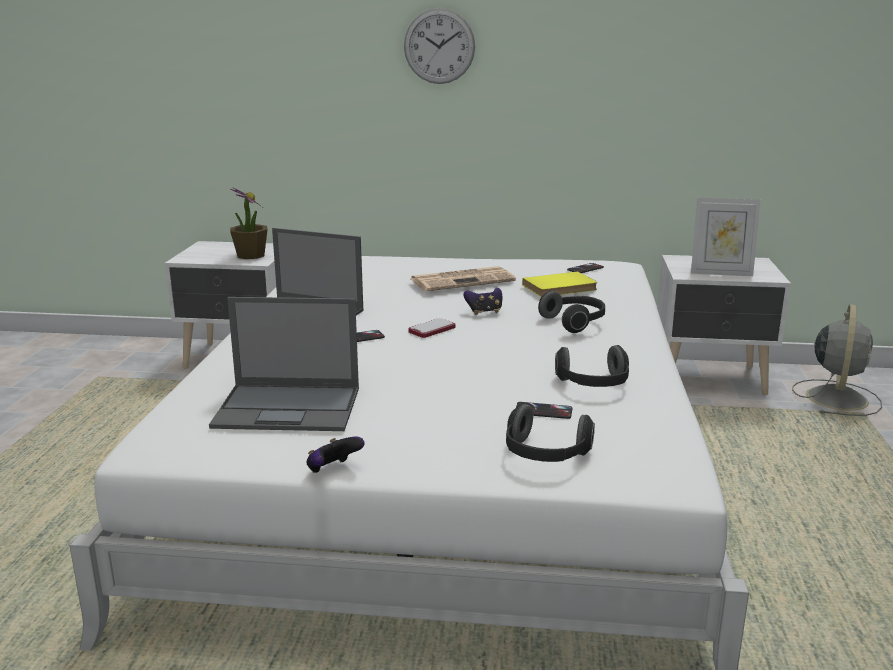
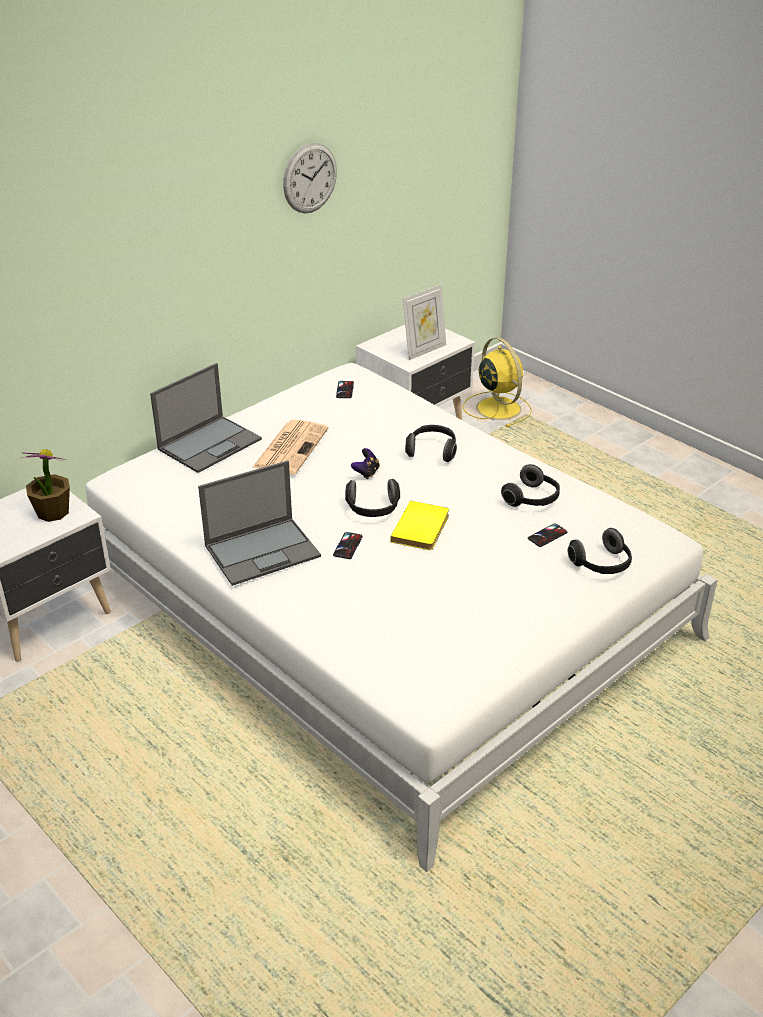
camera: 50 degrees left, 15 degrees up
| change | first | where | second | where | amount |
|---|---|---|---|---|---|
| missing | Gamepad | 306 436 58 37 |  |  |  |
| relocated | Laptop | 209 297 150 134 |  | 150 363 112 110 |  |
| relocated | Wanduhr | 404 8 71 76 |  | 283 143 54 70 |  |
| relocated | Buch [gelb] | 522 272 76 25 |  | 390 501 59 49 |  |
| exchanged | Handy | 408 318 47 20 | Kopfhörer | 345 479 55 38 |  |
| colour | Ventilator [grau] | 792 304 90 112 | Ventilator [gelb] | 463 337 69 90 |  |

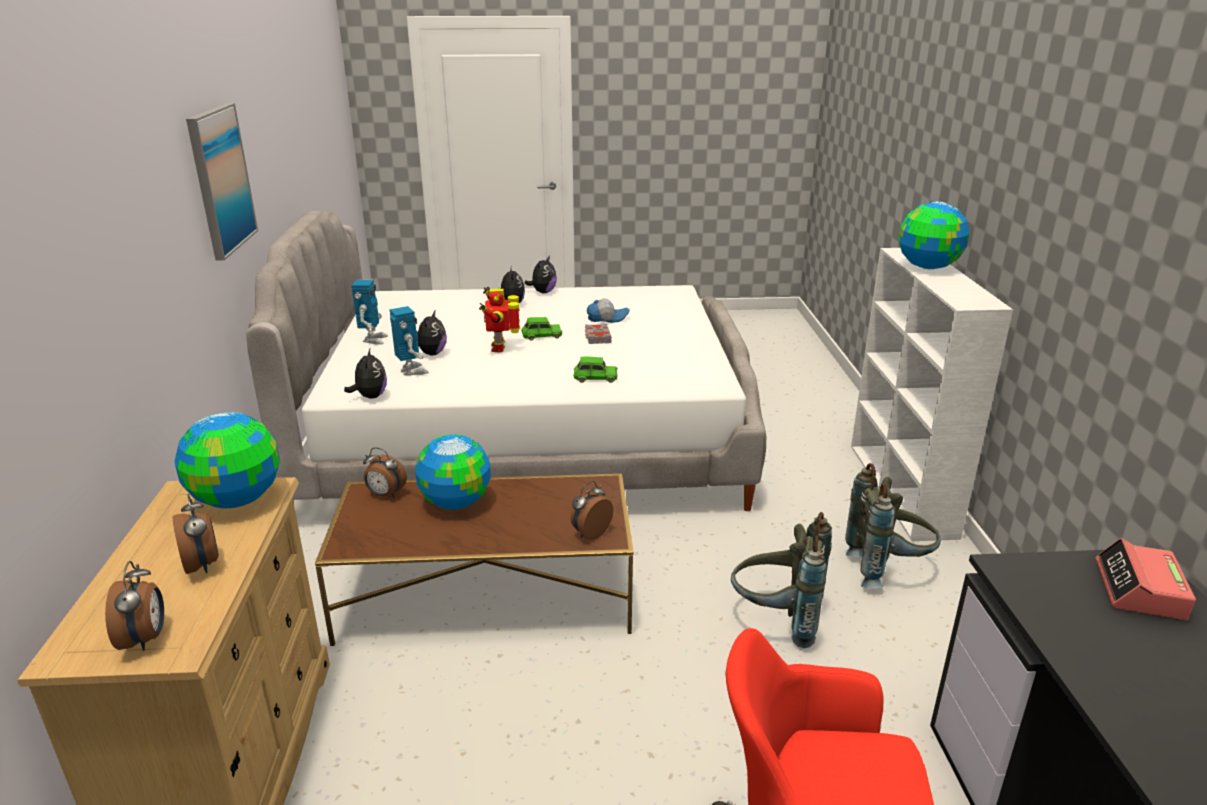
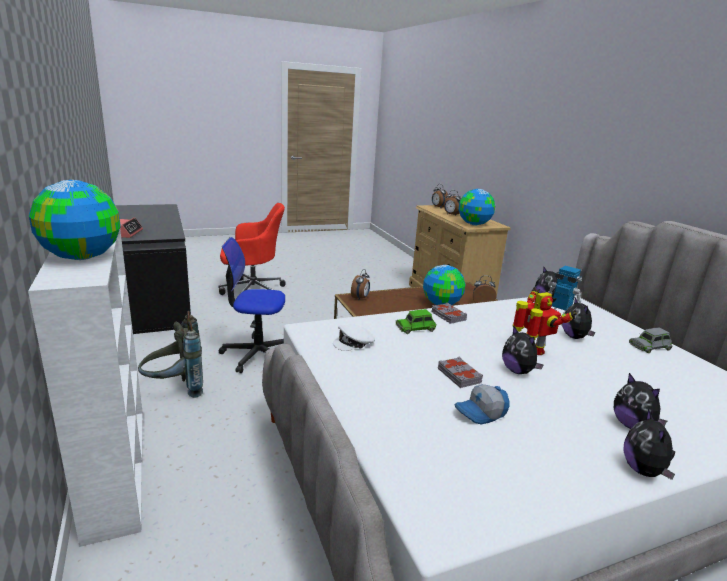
camera: 160 degrees right, 5 degrees down
| change | first | where | second | where | amount |
|---|---|---|---|---|---|
| missing | Bild | 186 103 72 157 |  |  |  |
| appeared |  |  | Kappe [weiß] | 333 325 42 26 |  |
| appeared |  |  | Buch [grau] | 431 303 36 21 |  |
| exchanged | Spielzeugroboter | 351 280 37 65 | Spielzeugauto [grau] | 629 328 44 25 |  |
| exchanged | Spielzeugauto [grün] | 521 317 41 24 | Plüschtier | 502 325 41 49 |  |
| exchanged | Rucksack [grau] | 731 512 101 136 | Bürostuhl | 219 237 66 136 |  |

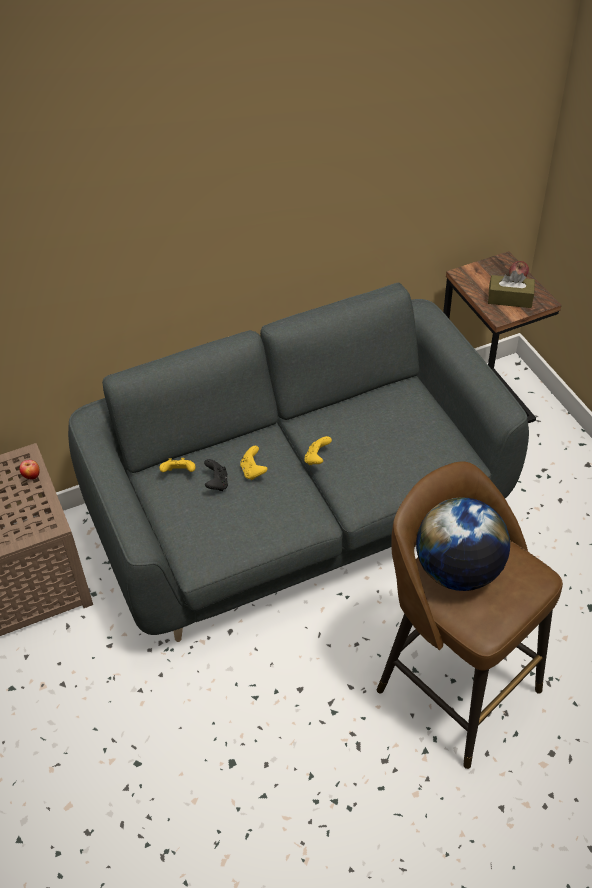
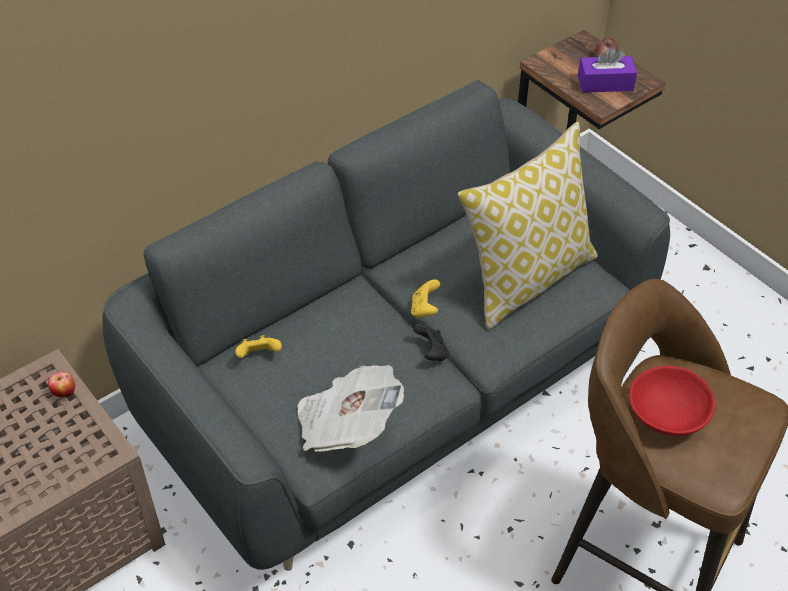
camera: 15 degrees left, 0 degrees up
| change | first | where | second | where | amount |
|---|---|---|---|---|---|
| missing | Gamepad [gelb] | 240 446 27 34 |  |  |  |
| appeared |  |  | Zeitung | 297 365 107 87 |  |
| appeared |  |  | Kissen | 458 122 140 208 |  |
| relocated | Gamepad [schwarz] | 204 459 24 32 |  | 413 324 36 37 |  |
| exchanged | Globus | 416 497 94 94 | Schüssel [rot] | 629 366 86 70 |  |
| colour | Taschentuchbox [braun] | 488 271 47 37 | Taschentuchbox [lila] | 578 48 59 45 |  |

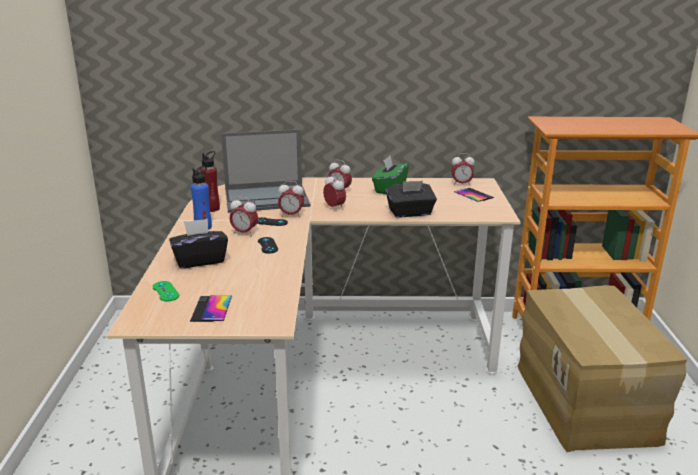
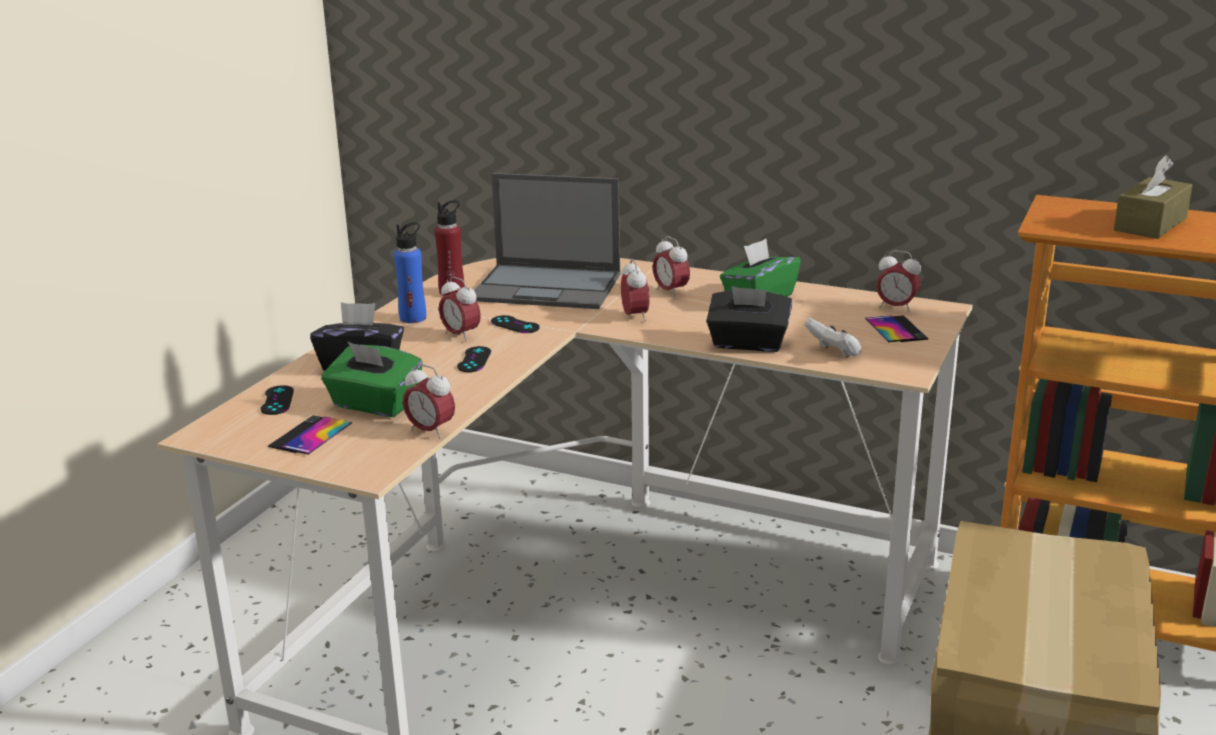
camera: 25 degrees right, 0 degrees up
| change | first | where | second | where | amount |
|---|---|---|---|---|---|
| appeared |  |  | Taschentuchbox [grün] | 321 341 102 76 |  |
| appeared |  |  | Gamepad [weiß] | 805 318 57 39 |  |
| appeared |  |  | Taschentuchbox [braun] | 1114 155 79 84 |  |
| relocated | Wecker | 278 181 26 36 |  | 403 364 52 75 |  |
| colour | Gamepad [grün] | 152 281 27 20 | Gamepad [schwarz] | 261 385 33 30 |  |

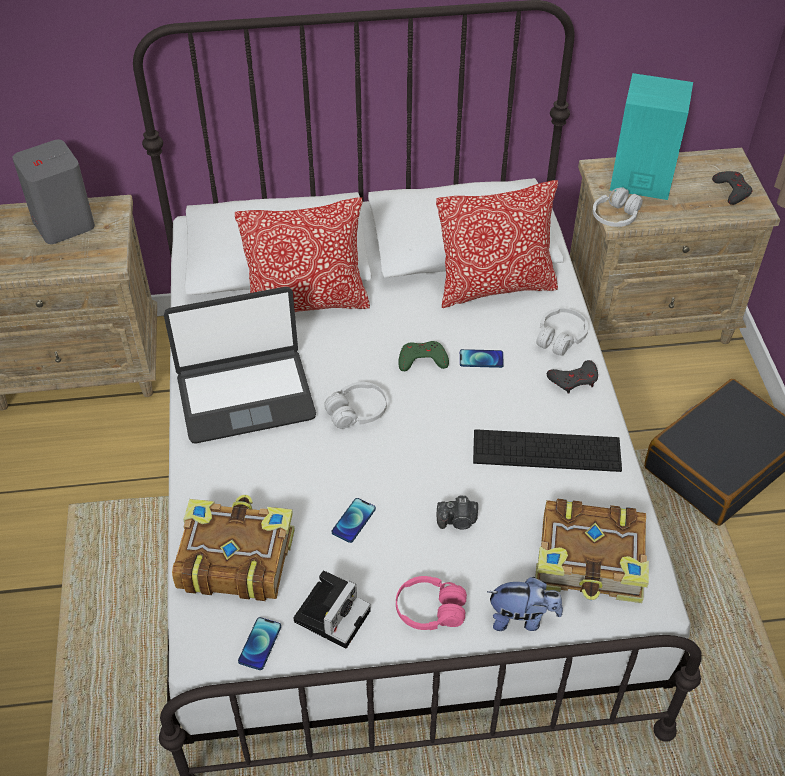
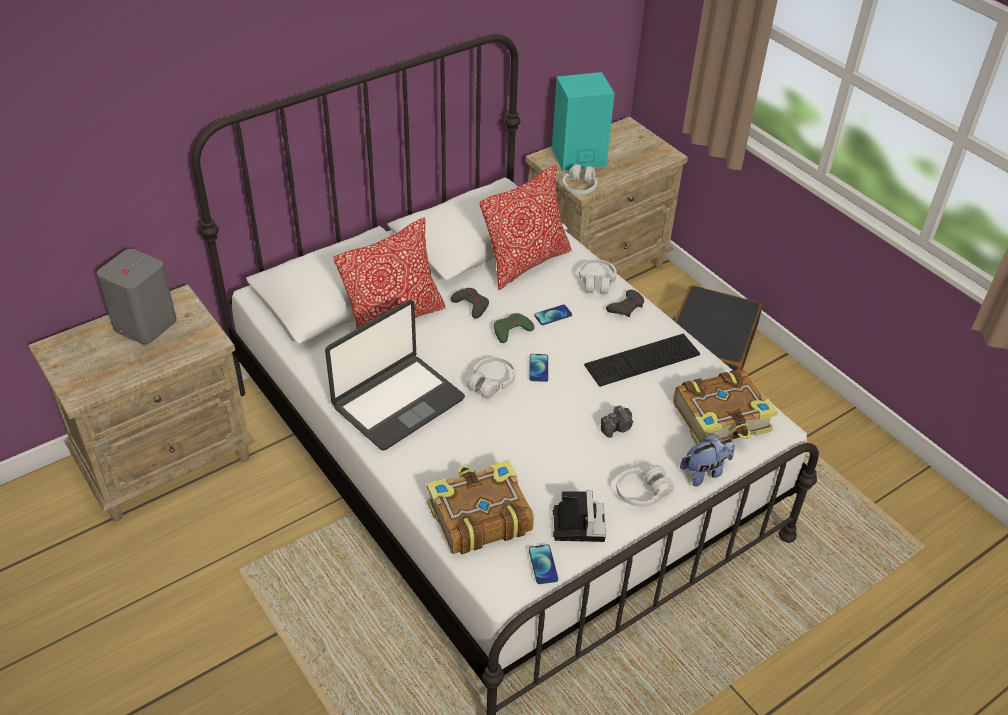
camera: 30 degrees left, 5 degrees down
| change | first | where | second | where | amount |
|---|---|---|---|---|---|
| relocated | Handy | 332 498 44 45 |  | 529 354 19 28 |  |
| relocated | Gamepad [grau] | 712 171 40 34 |  | 451 288 38 31 |  |
| colour | Kopfhörer [rosa] | 396 576 71 54 | Kopfhörer [weiß] | 616 465 58 42 |  |

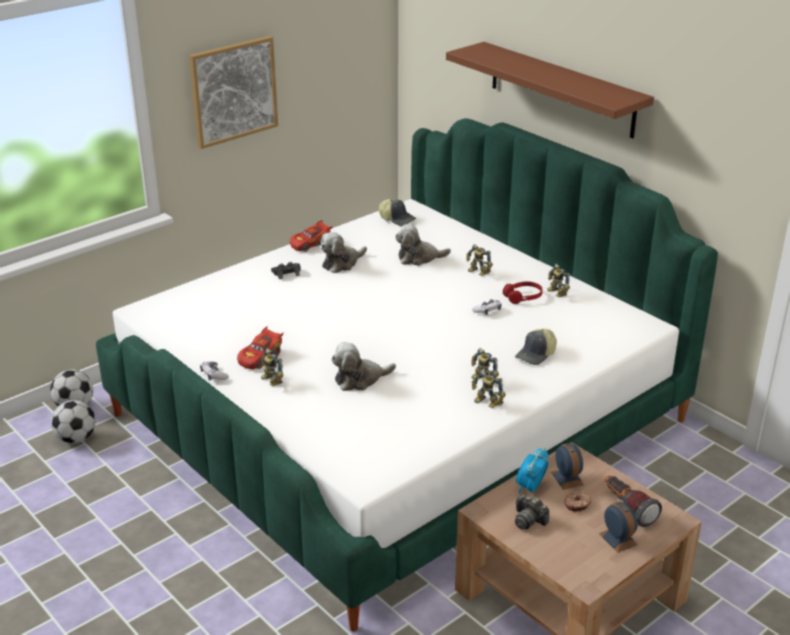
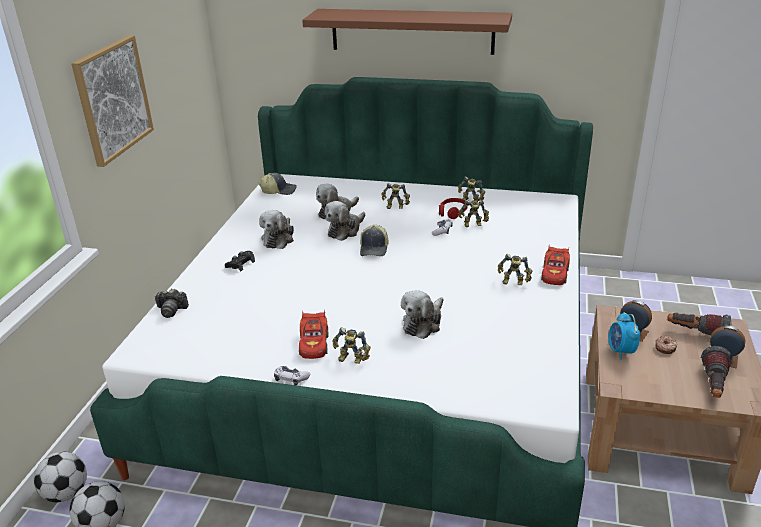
camera: 35 degrees left, 0 degrees up
| change | first | where | second | where | amount |
|---|---|---|---|---|---|
| appeared |  |  | Plüschtier | 325 201 40 40 |  |
| appeared |  |  | Taschenlampe | 701 346 32 52 |  |
| relocated | Spielzeugauto [rot] | 290 220 43 32 |  | 541 244 29 41 |  |
| relocated | Spielzeugroboter | 472 370 34 38 |  | 459 200 30 27 |  |
| relocated | Kappe | 515 329 42 36 |  | 360 225 28 31 |  |
| relocated | Kamera | 515 494 34 36 |  | 155 289 34 29 |  |

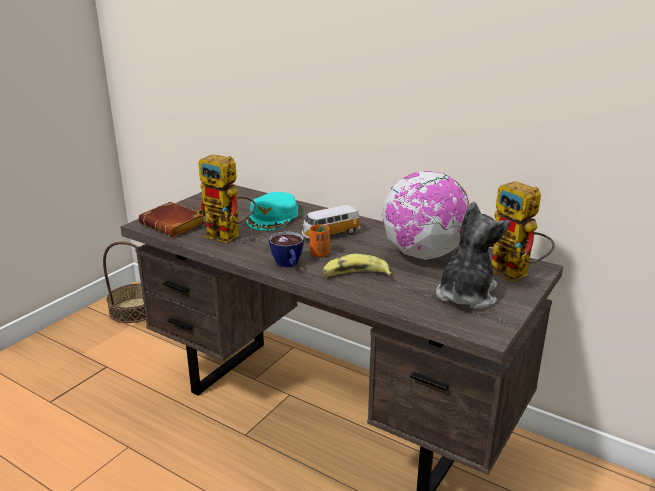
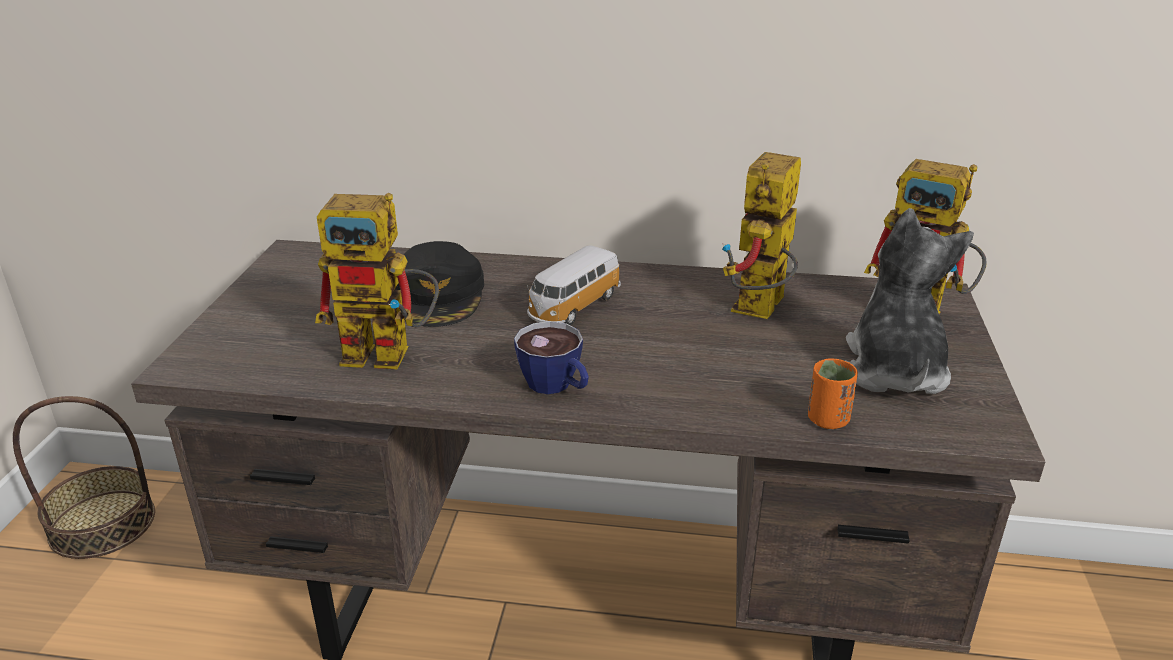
camera: 25 degrees left, 5 degrees up
| change | first | where | second | where | amount |
|---|---|---|---|---|---|
| missing | Buch [braun] | 138 202 68 35 |  |  |  |
| missing | Banane | 323 254 69 22 |  |  |  |
| relocated | Tasse [orange] | 310 224 20 33 |  | 808 358 50 71 |  |
| exchanged | Globus | 382 171 88 89 | Spielzeugroboter | 722 152 79 167 |  |
| colour | Kappe [türkis] | 247 192 51 39 | Kappe [schwarz] | 395 241 89 86 |  |

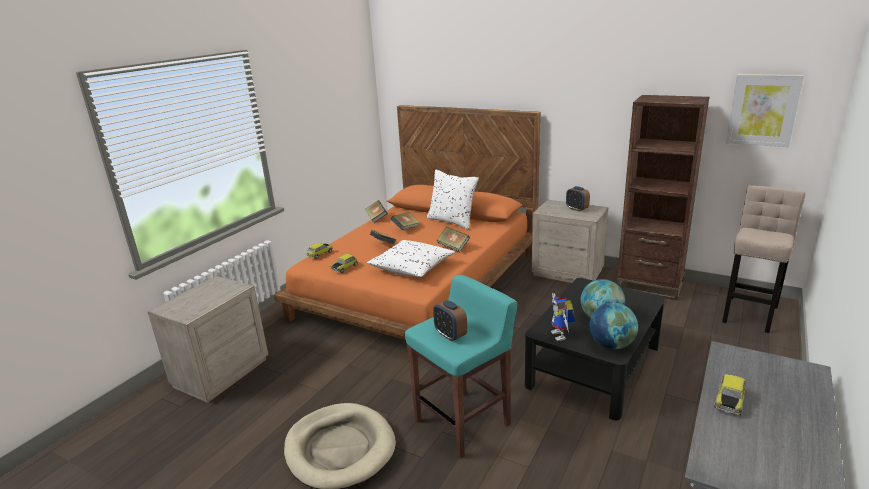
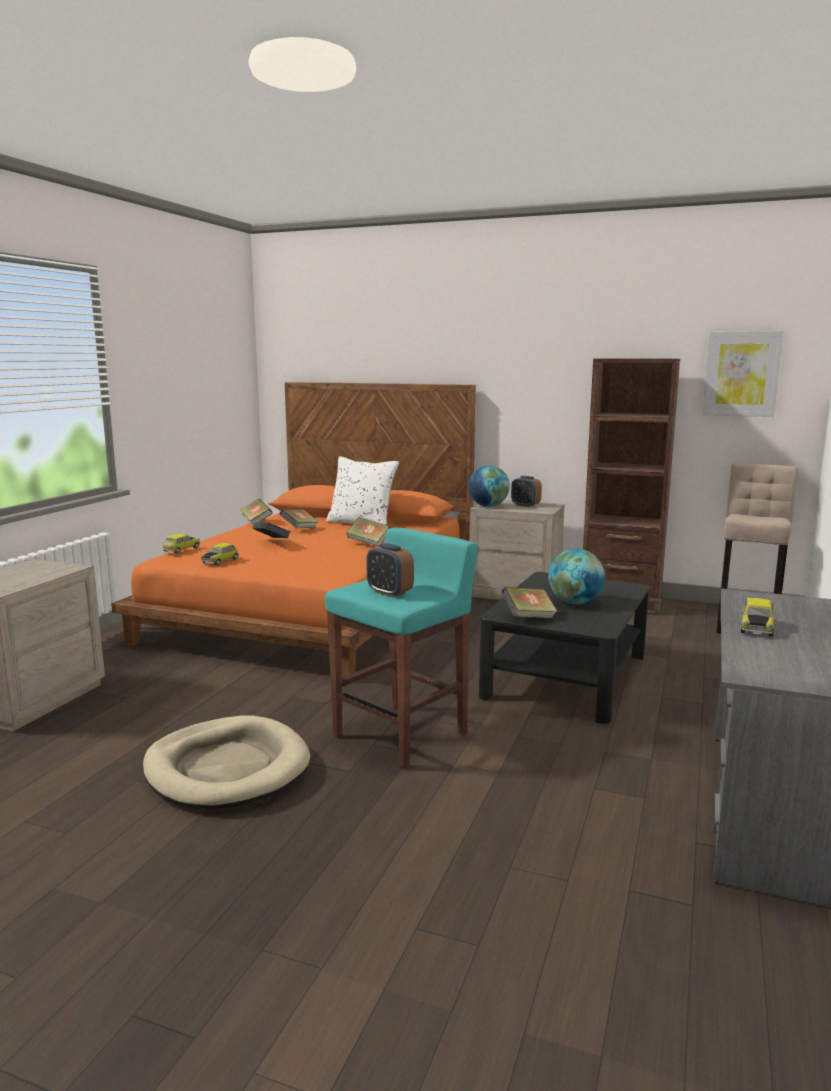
camera: 10 degrees left, 10 degrees down
| change | first | where | second | where | amount |
|---|---|---|---|---|---|
| missing | Kissen [weiß] | 367 240 88 37 |  |  |  |
| relocated | Globus | 590 302 48 47 |  | 468 466 42 41 |  |
| exchanged | Spielzeugroboter | 551 293 25 48 | Buch | 501 587 57 32 |  |

